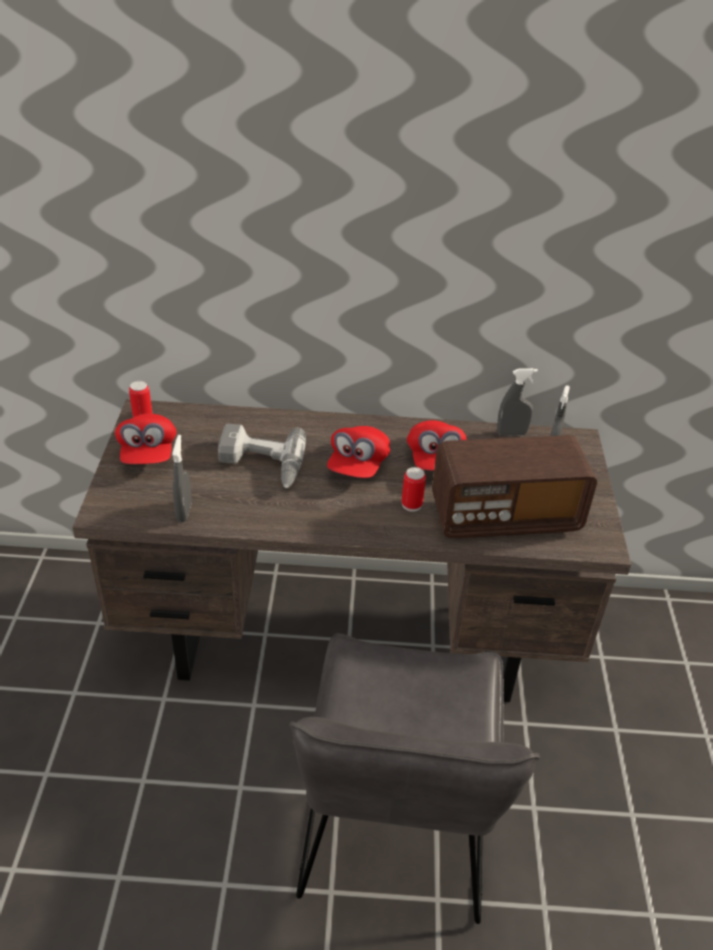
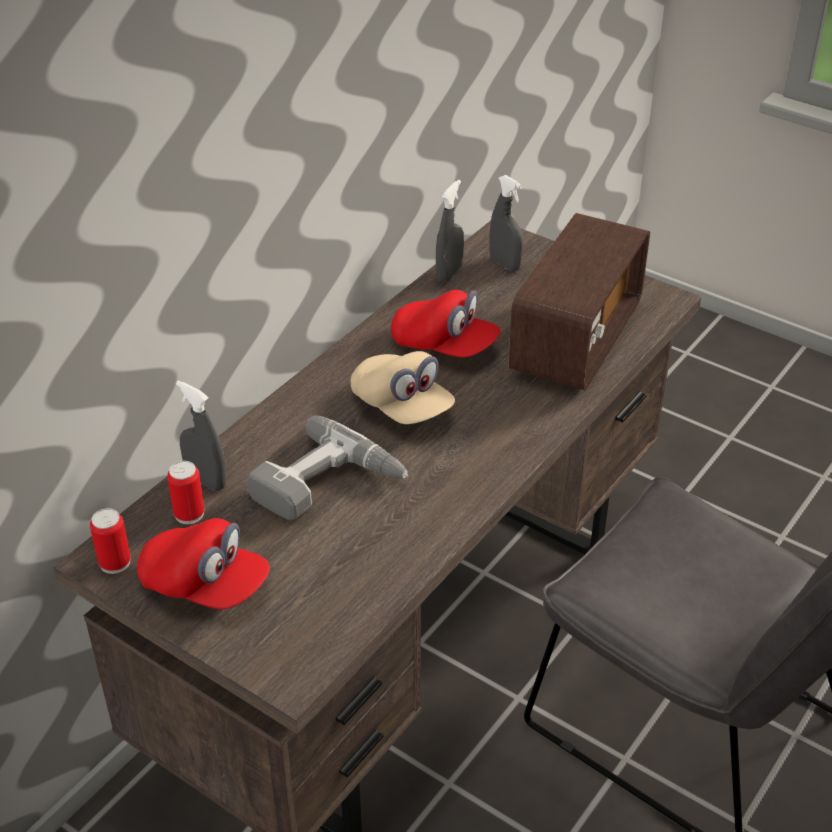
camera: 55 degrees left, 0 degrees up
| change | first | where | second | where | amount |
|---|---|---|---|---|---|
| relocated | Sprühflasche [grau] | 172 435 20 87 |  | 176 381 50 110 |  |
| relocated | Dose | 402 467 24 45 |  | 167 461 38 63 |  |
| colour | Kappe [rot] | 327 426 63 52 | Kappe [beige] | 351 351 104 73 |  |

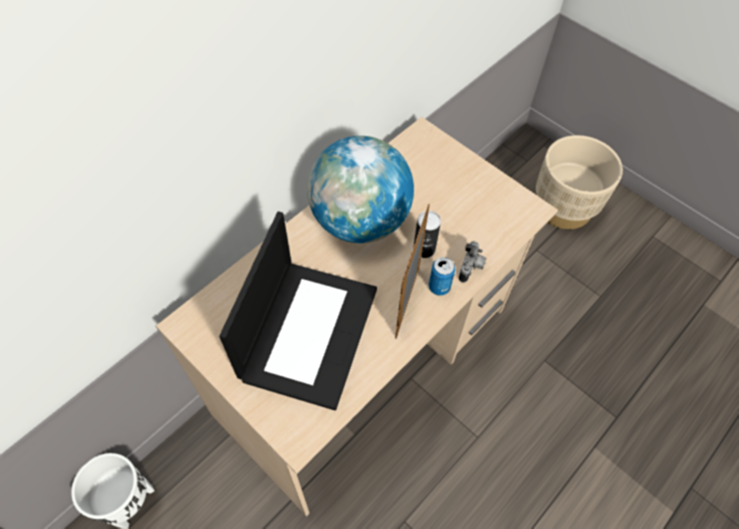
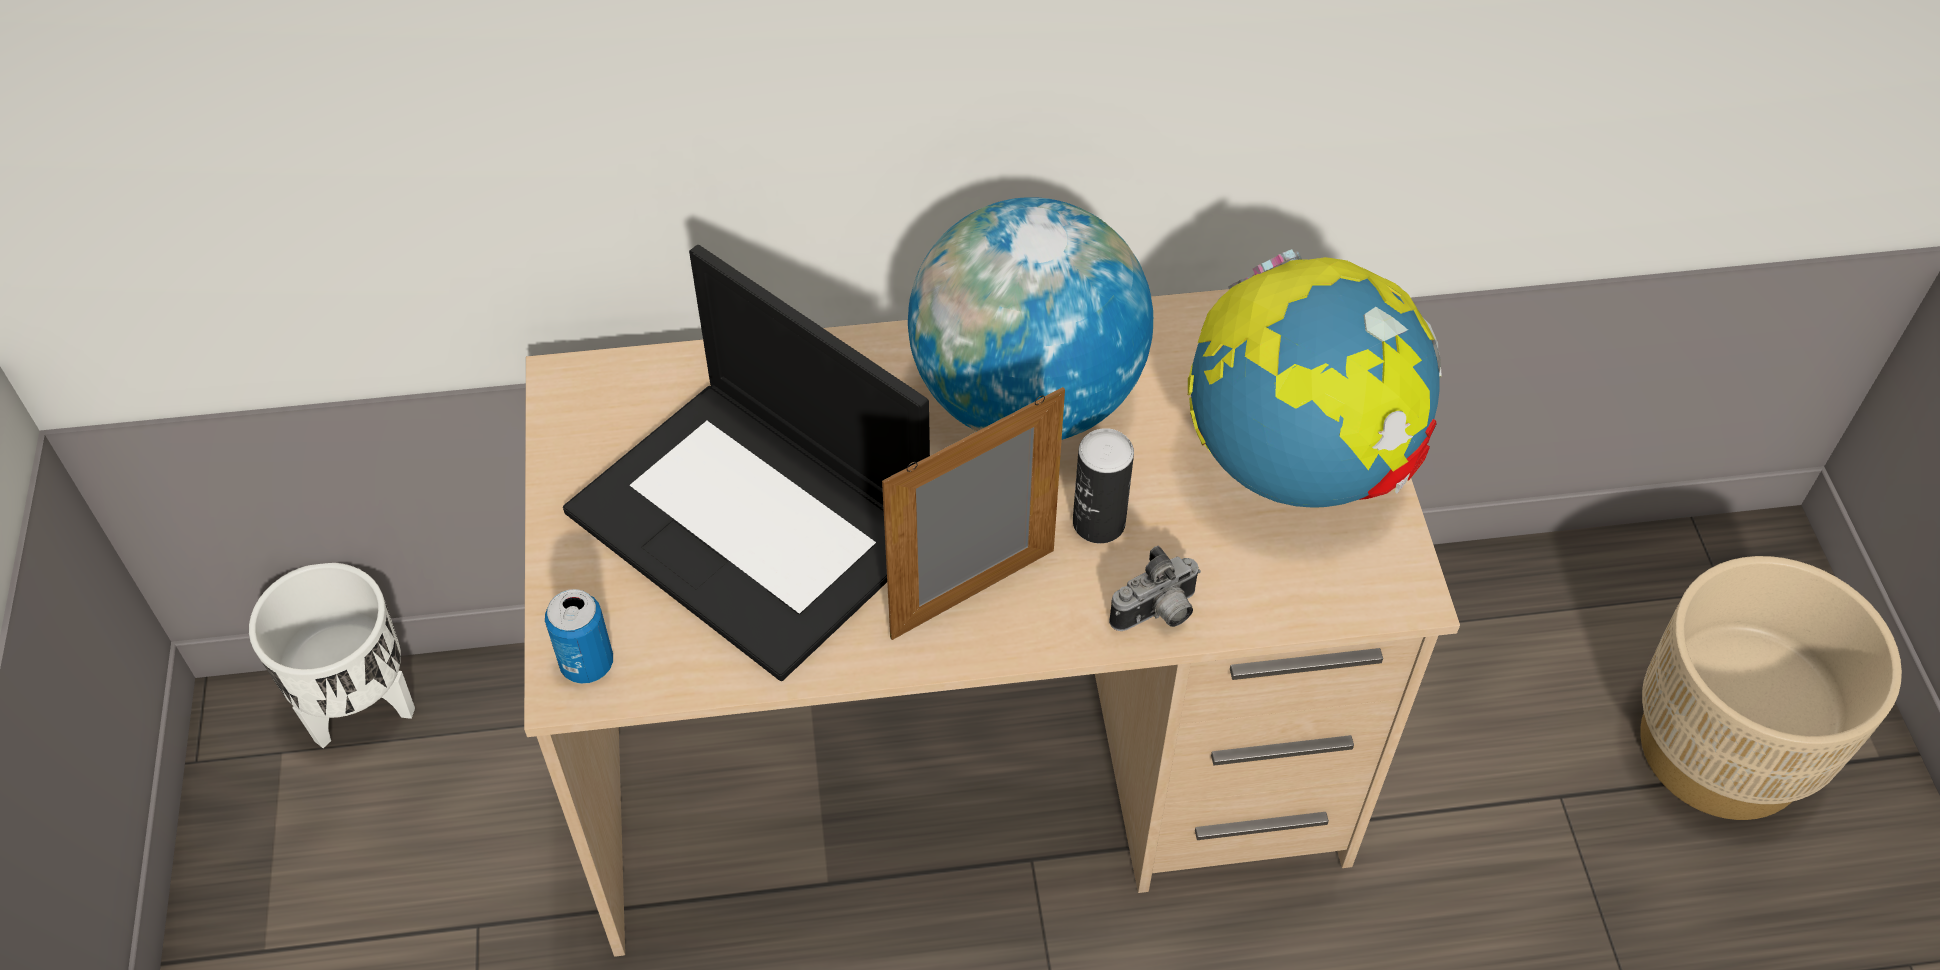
camera: 40 degrees right, 5 degrees down
| change | first | where | second | where | amount |
|---|---|---|---|---|---|
| appeared |  |  | Globus | 1188 249 254 259 |  |
| relocated | Dose | 429 257 26 39 |  | 545 589 68 95 |  |
| spun | Laptop | 219 211 158 199 |  | 563 245 367 436 | 75 degrees clockwise |

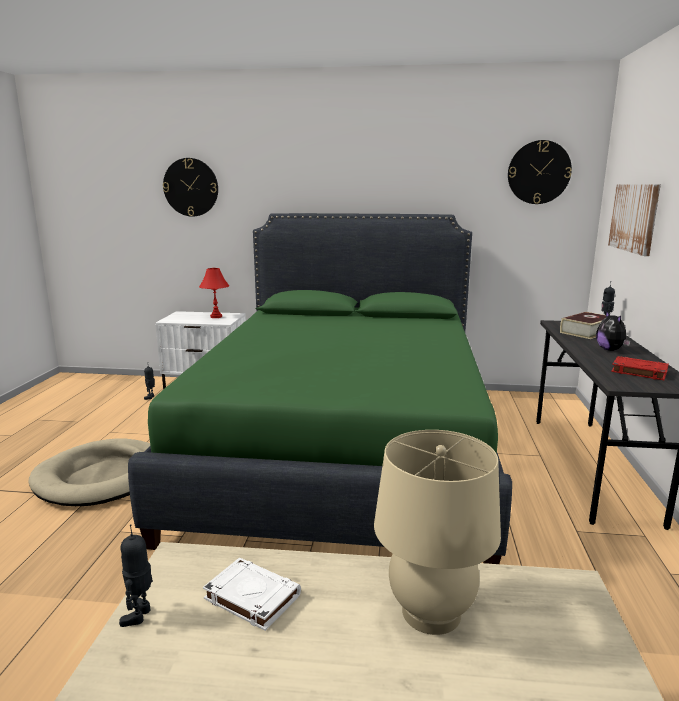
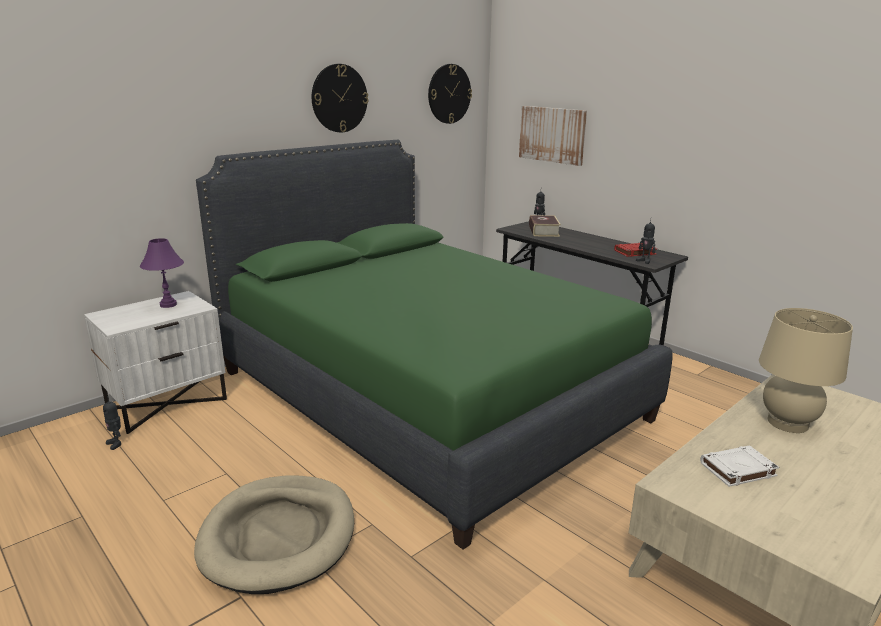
camera: 50 degrees left, 5 degrees up
| change | first | where | second | where | amount |
|---|---|---|---|---|---|
| missing | Plüschtier | 596 311 35 40 |  |  |  |
| relocated | Spielzeugroboter | 119 524 34 103 |  | 636 221 19 43 |  |
| relocated | Wanduhr | 163 158 55 59 |  | 312 64 57 68 |  |
| colour | Tischlampe [rot] | 199 268 30 50 | Tischlampe [lila] | 140 238 44 70 |  |

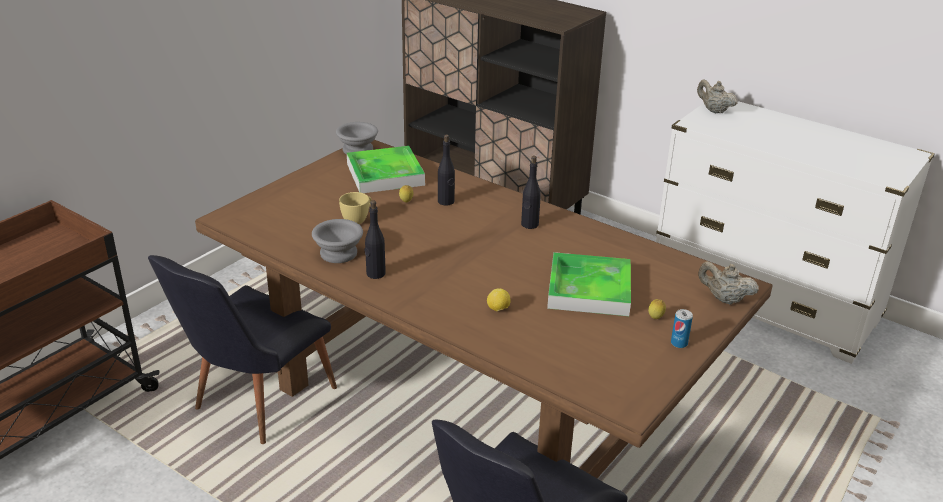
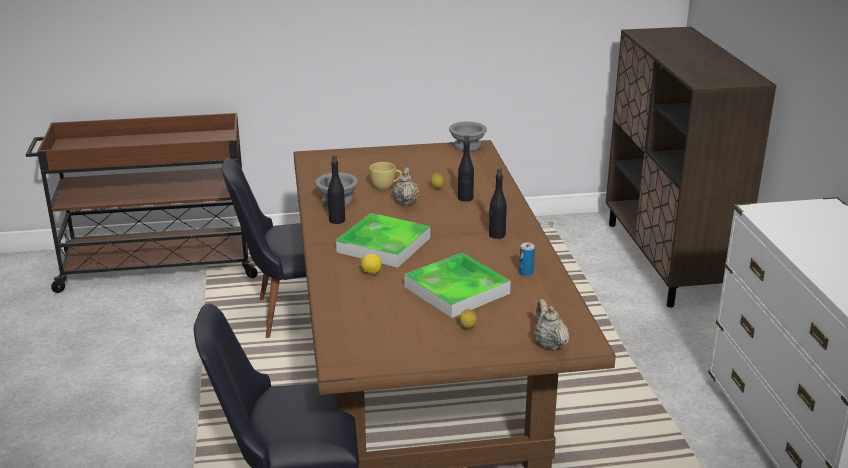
camera: 45 degrees right, 5 degrees down
| change | first | where | second | where | amount |
|---|---|---|---|---|---|
| relocated | Tablett | 347 146 78 47 |  | 336 213 94 55 |  |
| relocated | Dose | 671 309 22 39 |  | 519 243 16 33 |  |
| relocated | Teekanne [beige] | 697 80 41 34 |  | 393 167 26 38 |  |

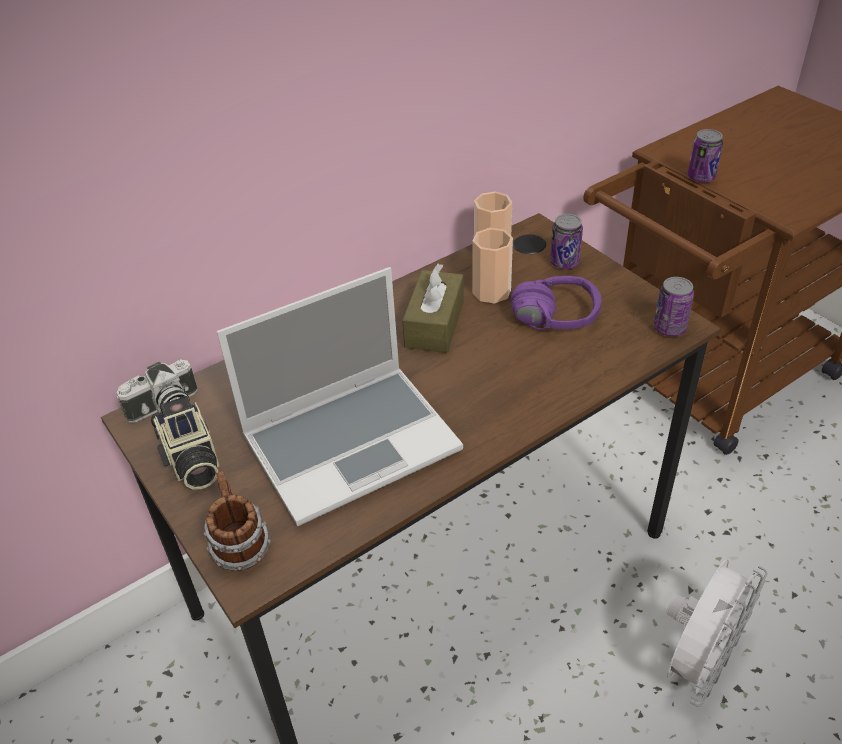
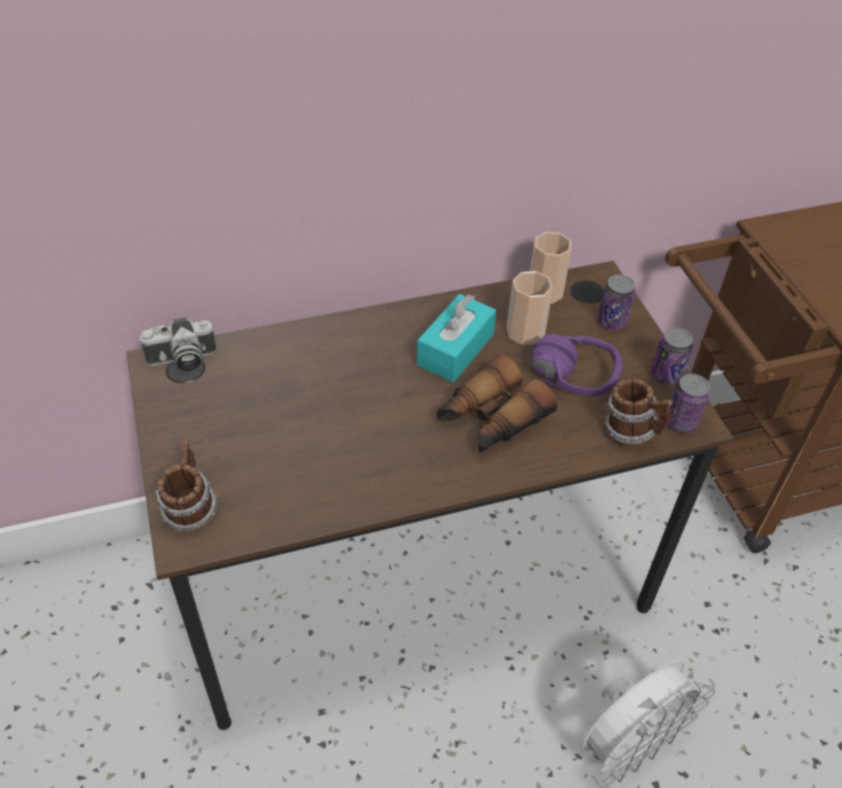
camera: 15 degrees right, 5 degrees up
| change | first | where | second | where | amount |
|---|---|---|---|---|---|
| missing | Kamera | 154 396 65 94 |  |  |  |
| missing | Laptop | 217 267 246 259 |  |  |  |
| appeared |  |  | Fernglas | 437 354 120 99 |  |
| appeared |  |  | Henkelbecher | 604 379 69 67 |  |
| relocated | Dose | 688 129 35 54 |  | 651 327 42 58 |  |
| colour | Taschentuchbox [braun] | 402 264 62 89 | Taschentuchbox [türkis] | 417 294 79 88 |  |

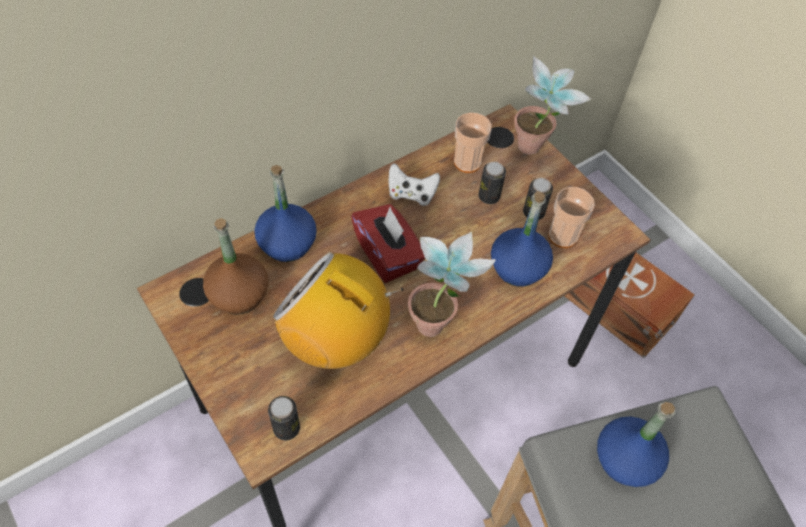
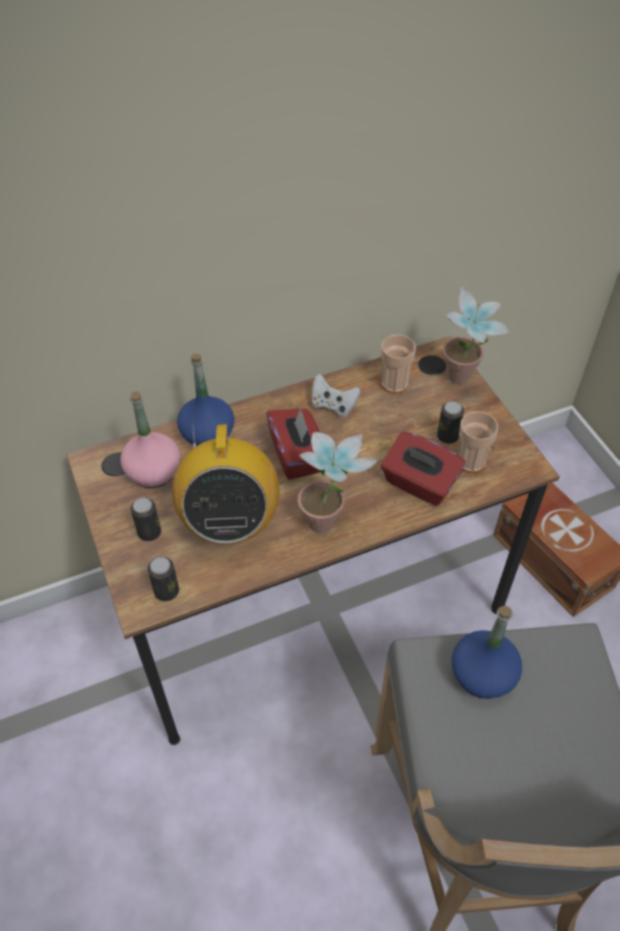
camera: 15 degrees right, 5 degrees down
| change | first | where | second | where | amount |
|---|---|---|---|---|---|
| relocated | Dose | 478 162 28 42 |  | 131 497 30 44 |  |
| exchanged | Flasche [blau] | 491 191 62 96 | Taschentuchbox [rot] | 381 432 85 74 |  |
| colour | Flasche [braun] | 203 218 66 97 | Flasche [rosa] | 120 391 60 97 |  |
| spun | Radio | 273 252 130 117 |  | 172 422 108 122 | 135 degrees counterclockwise |

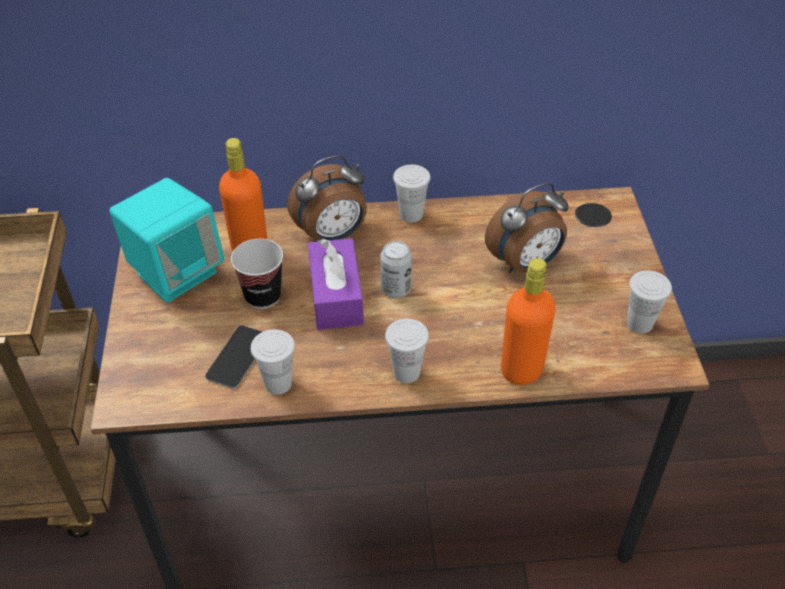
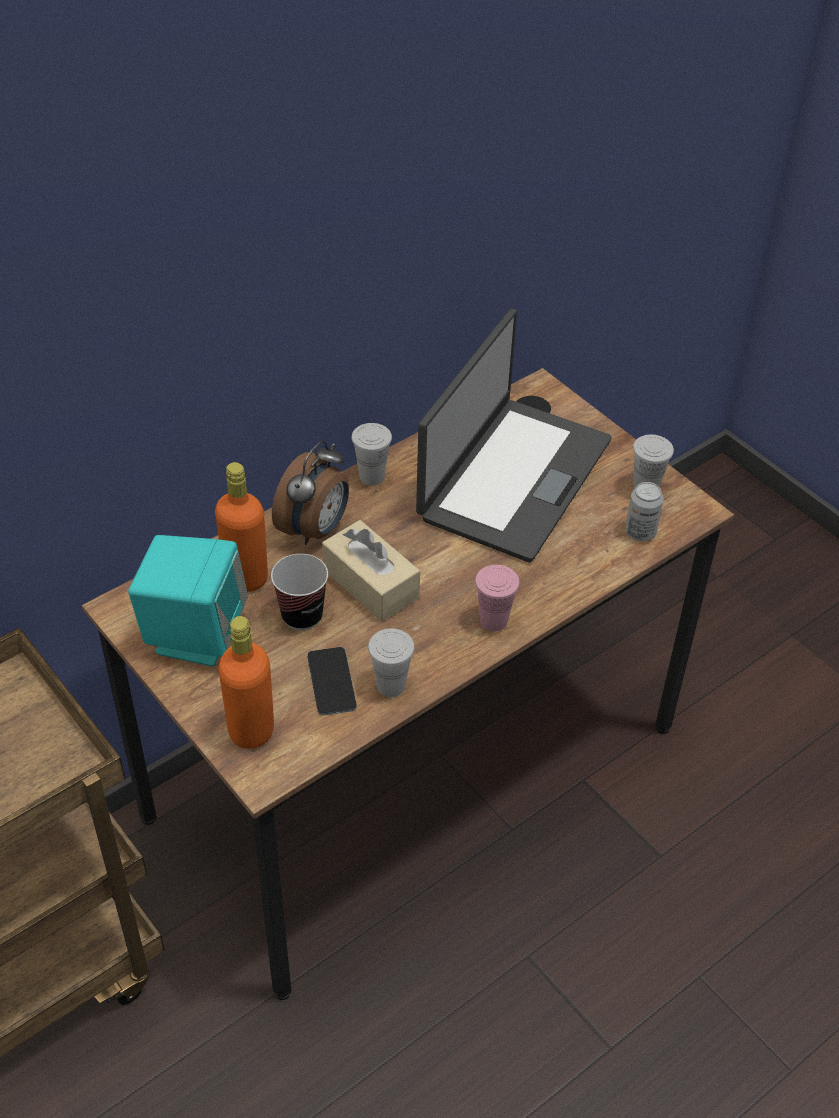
camera: 35 degrees left, 0 degrees up
| change | first | where | second | where | amount |
|---|---|---|---|---|---|
| relocated | Dose | 380 241 32 57 |  | 625 482 39 60 |  |
| relocated | Flasche [orange] | 501 258 55 127 |  | 218 616 56 133 |  |
| exchanged | Wecker | 485 183 84 90 | Laptop | 416 309 196 253 |  |
| colour | Taschentuchbox [lila] | 308 238 56 92 | Taschentuchbox [beige] | 322 520 98 102 |  |
| colour | Tasse [weiß] | 385 319 44 64 | Tasse [rosa] | 475 565 45 67 |  |

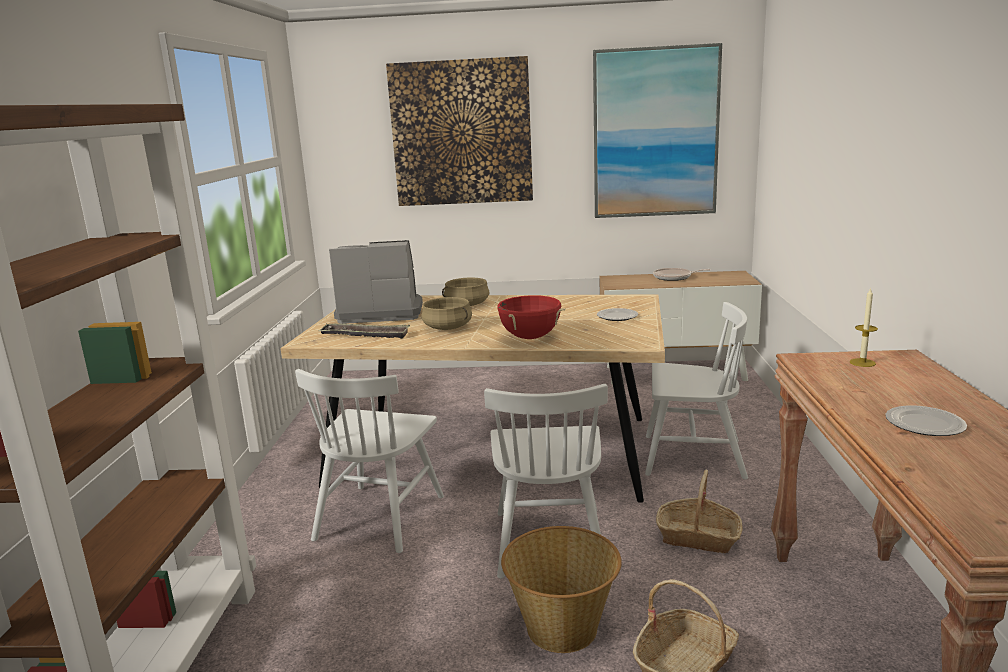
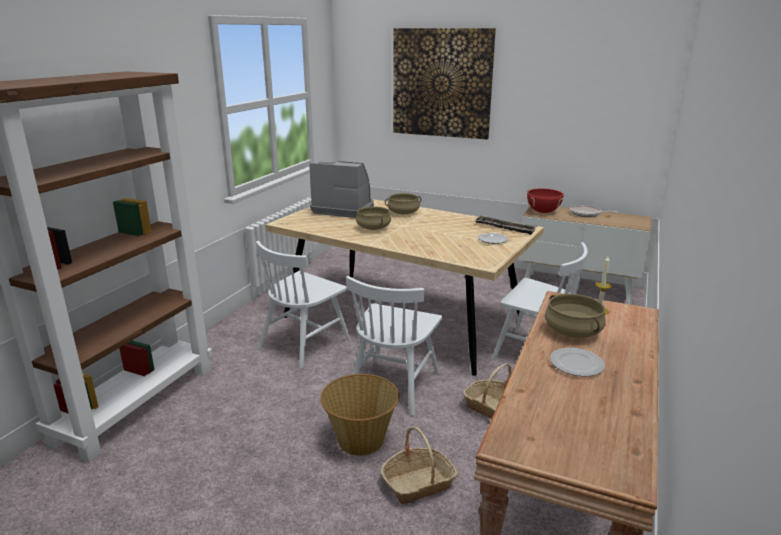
camera: 20 degrees right, 5 degrees up
| change | first | where | second | where | amount |
|---|---|---|---|---|---|
| missing | Bild | 593 43 129 175 |  |  |  |
| appeared |  |  | Kochtopf [beige] | 545 294 61 44 |  |
| relocated | Tablett | 318 323 92 16 |  | 474 216 63 19 |  |
| relocated | Kochtopf [rot] | 495 295 70 44 |  | 527 189 37 24 |  |

